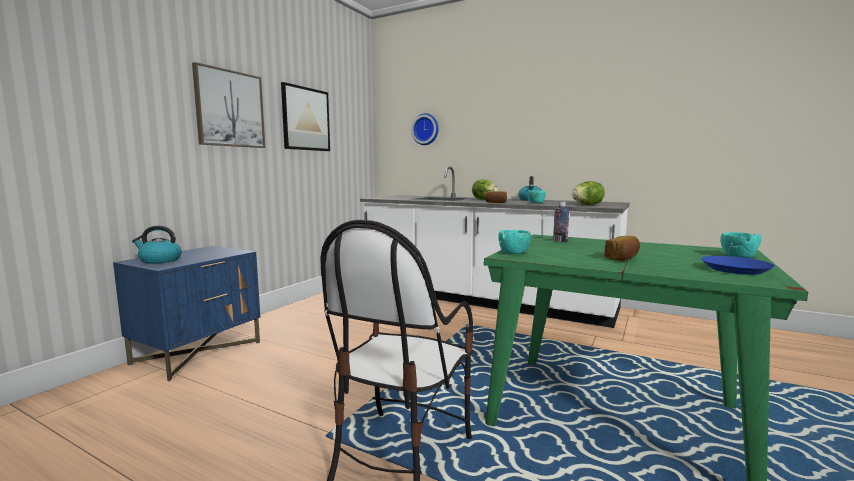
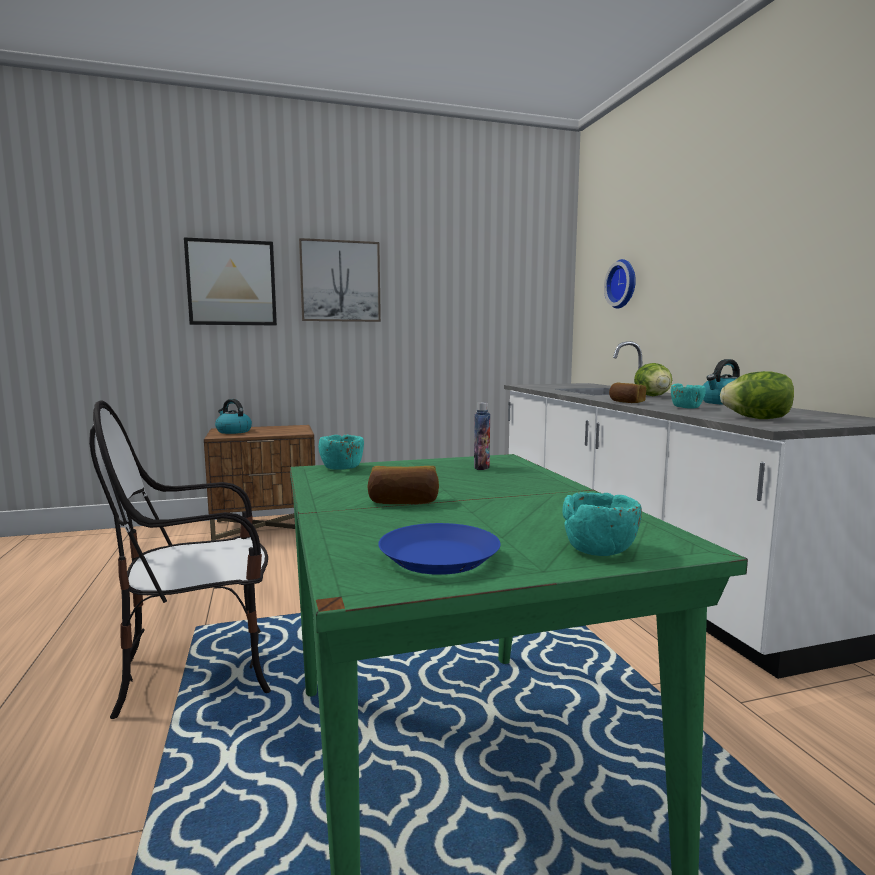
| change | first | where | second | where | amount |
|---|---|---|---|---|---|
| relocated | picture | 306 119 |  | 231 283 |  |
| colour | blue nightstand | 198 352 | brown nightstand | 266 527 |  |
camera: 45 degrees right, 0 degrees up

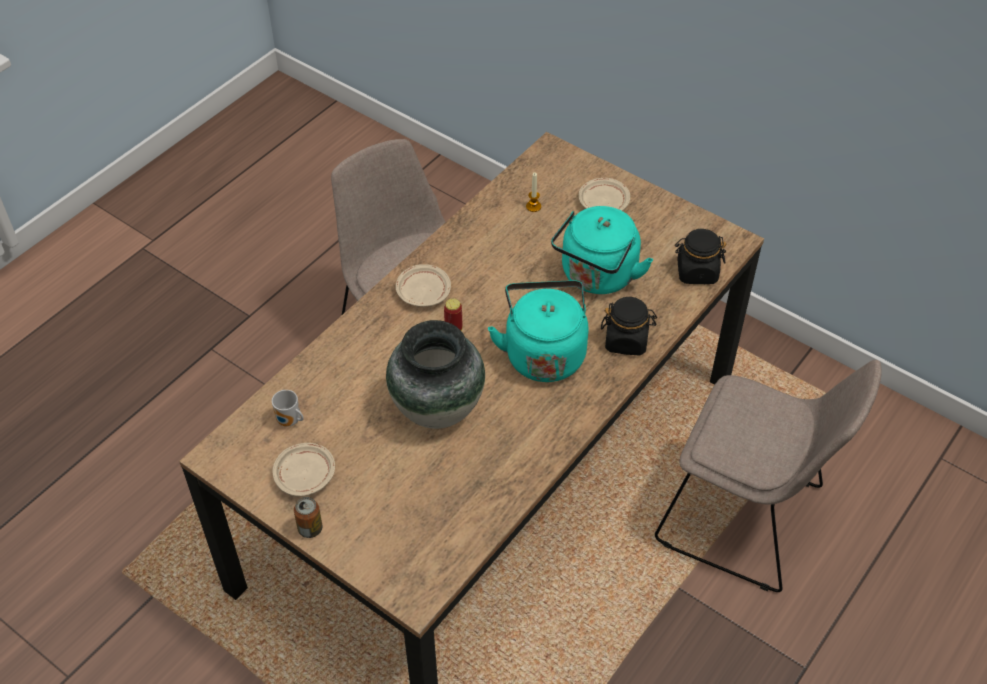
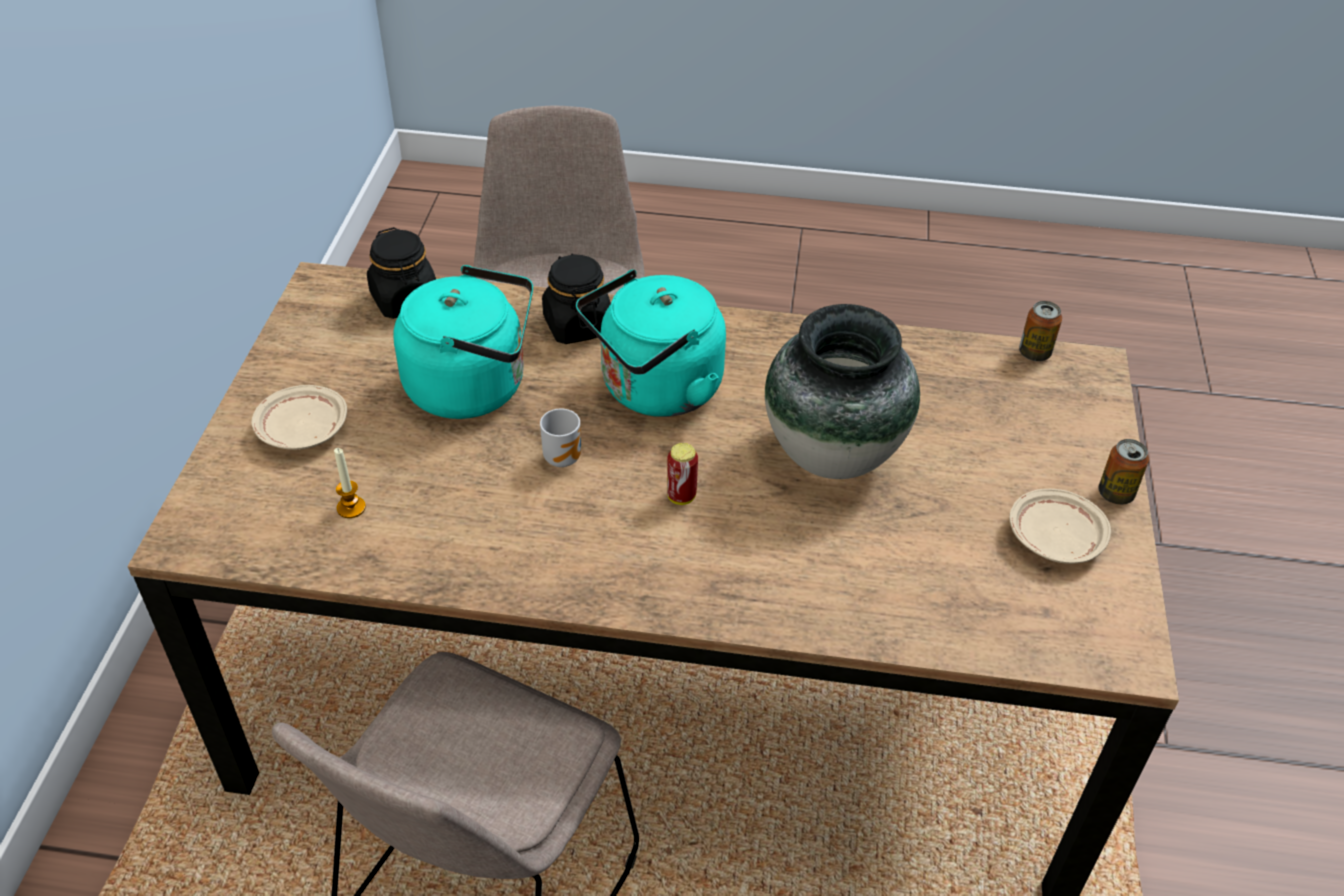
| change | first | where | second | where | amount |
|---|---|---|---|---|---|
| relocated | mug | 289 422 |  | 564 457 |  |
| appeared |  |  | can | 1034 353 |  |
| missing | beige plate | 423 292 |  |  |  |
camera: 120 degrees left, 5 degrees down

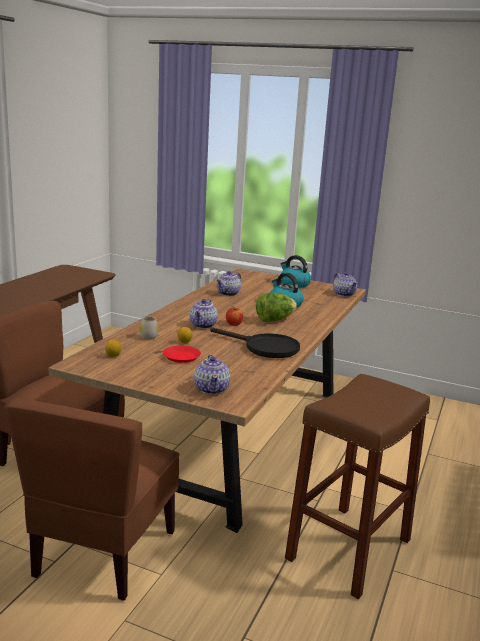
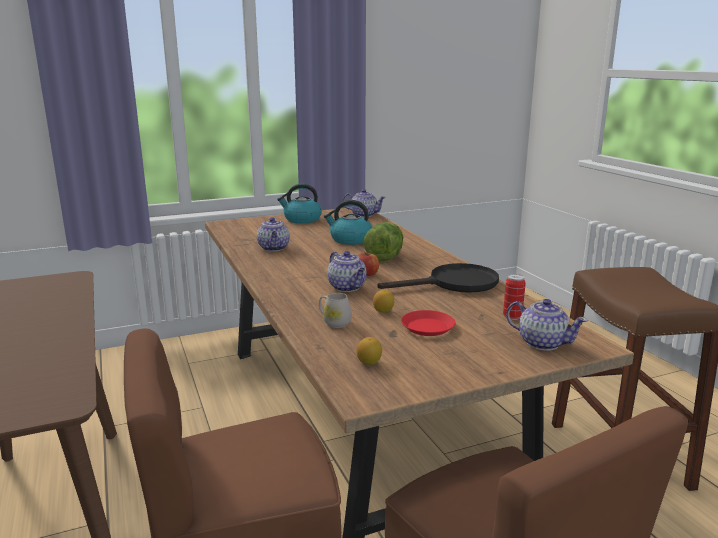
| change | first | where | second | where | amount |
|---|---|---|---|---|---|
| appeared |  |  | can | 512 317 |  |
camera: 45 degrees left, 0 degrees up

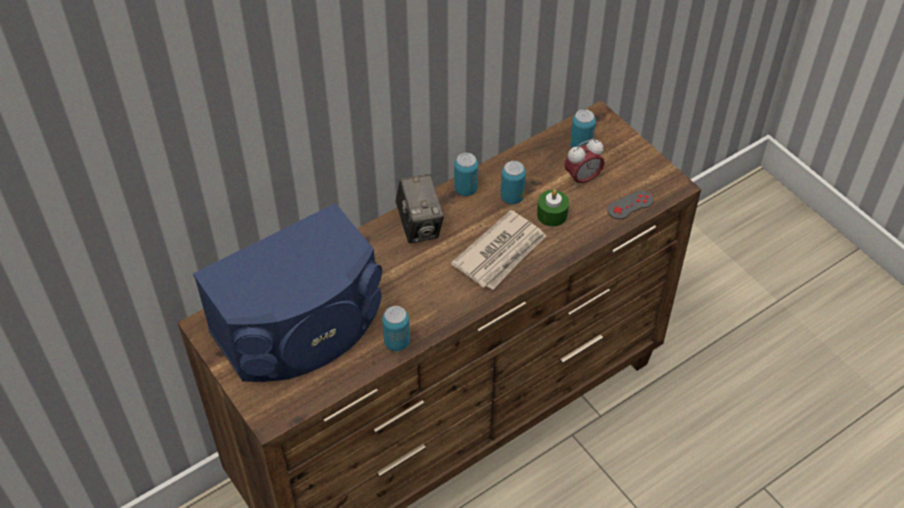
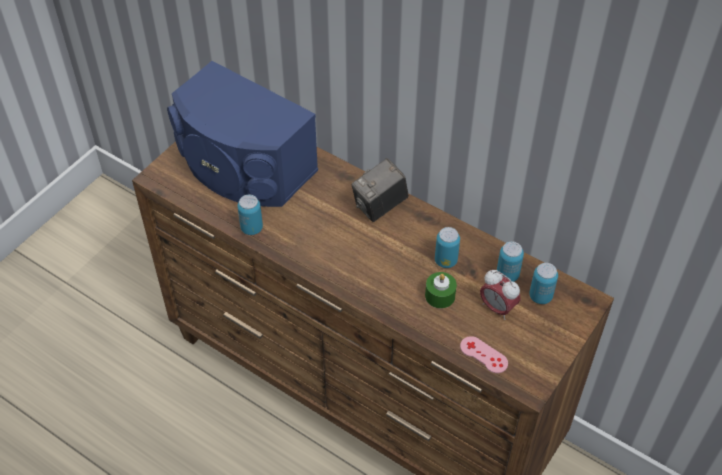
| change | first | where | second | where | amount |
|---|---|---|---|---|---|
| colour | grey game controller | 630 205 | pink game controller | 483 355 |  |
| relocated | can | 466 189 |  | 507 275 |  |
| missing | newspaper | 501 253 |  |  |  |
camera: 70 degrees right, 0 degrees up

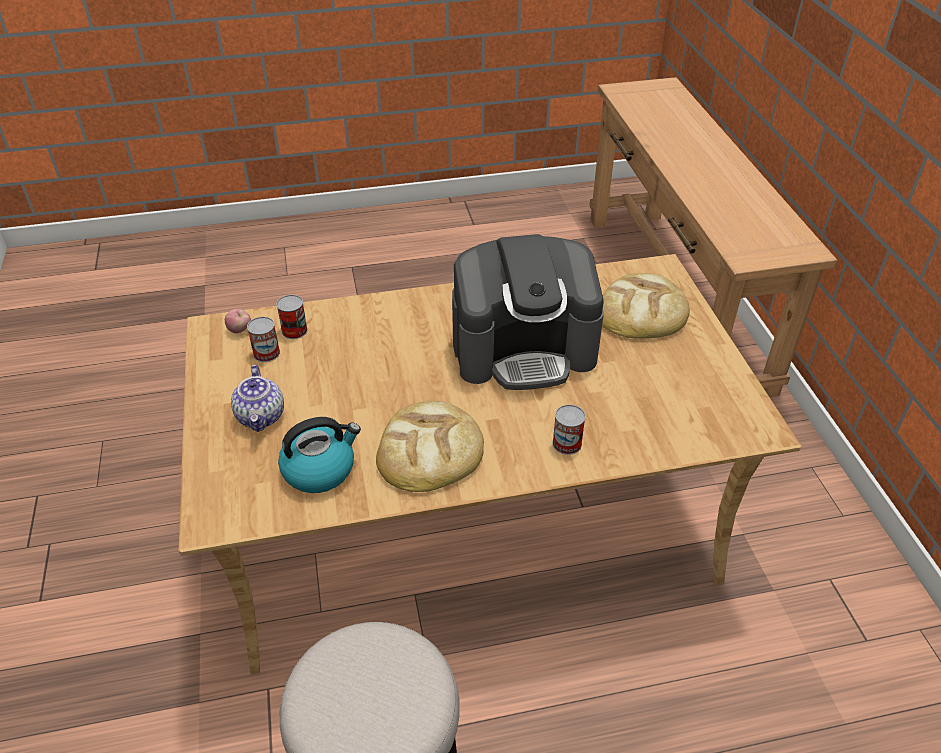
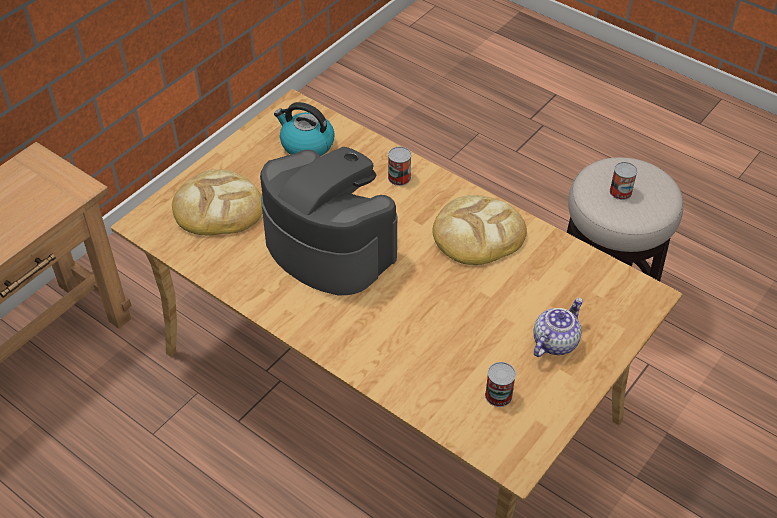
| change | first | where | second | where | amount |
|---|---|---|---|---|---|
| relocated | kettle | 320 469 |  | 306 145 |  |
| relocated | can | 294 330 |  | 620 192 |  |
| missing | apple | 240 330 |  |  |  |
camera: 130 degrees left, 5 degrees up

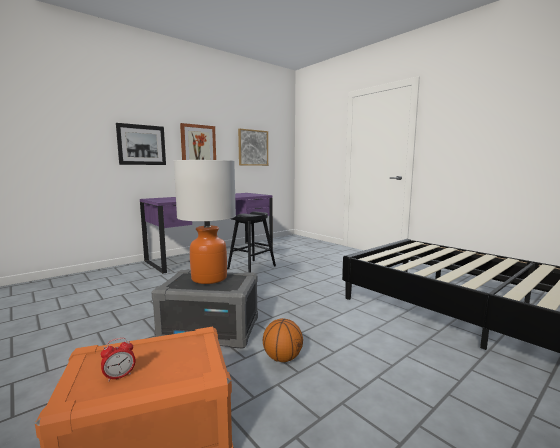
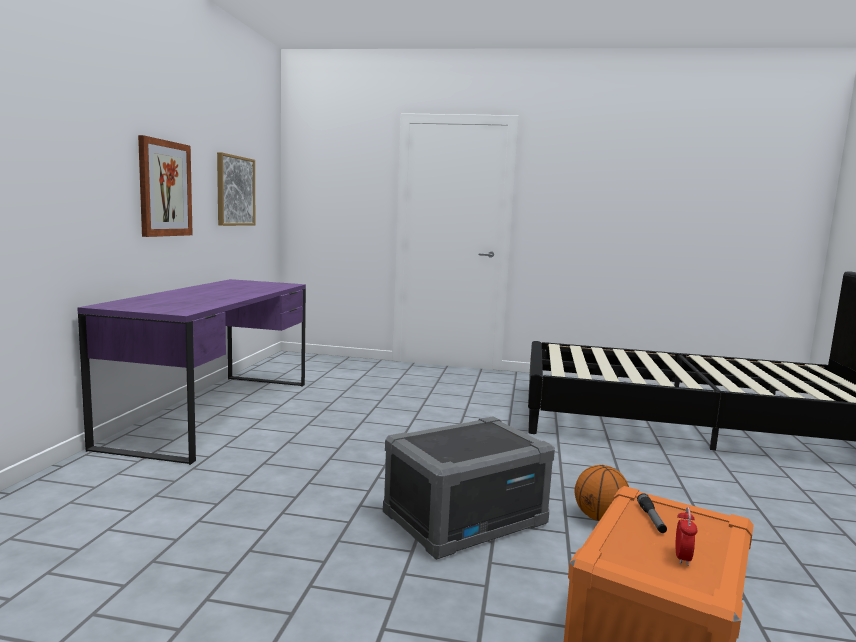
| change | first | where | second | where | amount |
|---|---|---|---|---|---|
| appeared |  |  | flashlight | 651 519 |  |
| missing | picture | 142 145 |  |  |  |
| missing | table lamp | 209 278 |  |  |  |
| missing | black stool | 251 267 |  |  |  |
camera: 40 degrees left, 0 degrees up

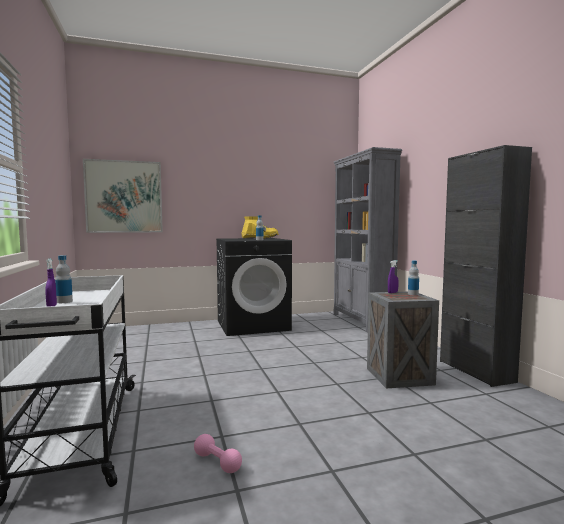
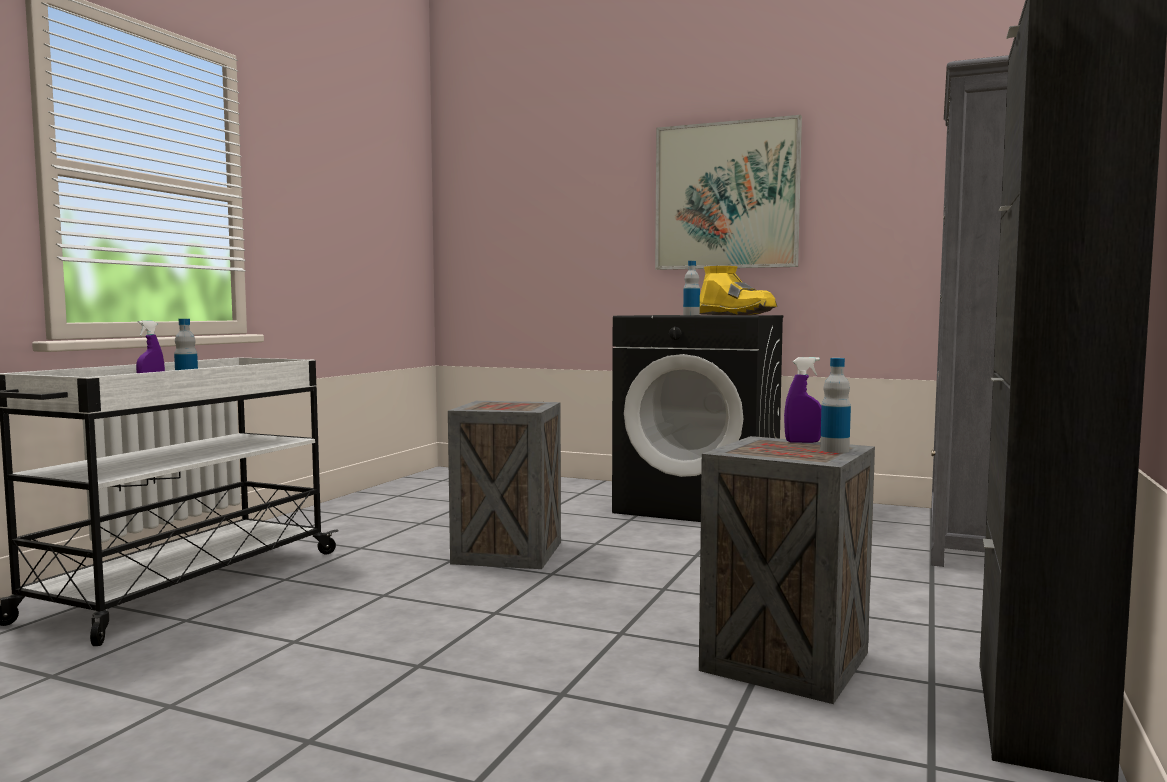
| change | first | where | second | where | amount |
|---|---|---|---|---|---|
| appeared |  |  | crate | 510 552 |  |
| relocated | picture | 124 197 |  | 726 196 |  |
| missing | pink dumbbell | 217 462 |  |  |  |
camera: 40 degrees right, 0 degrees up

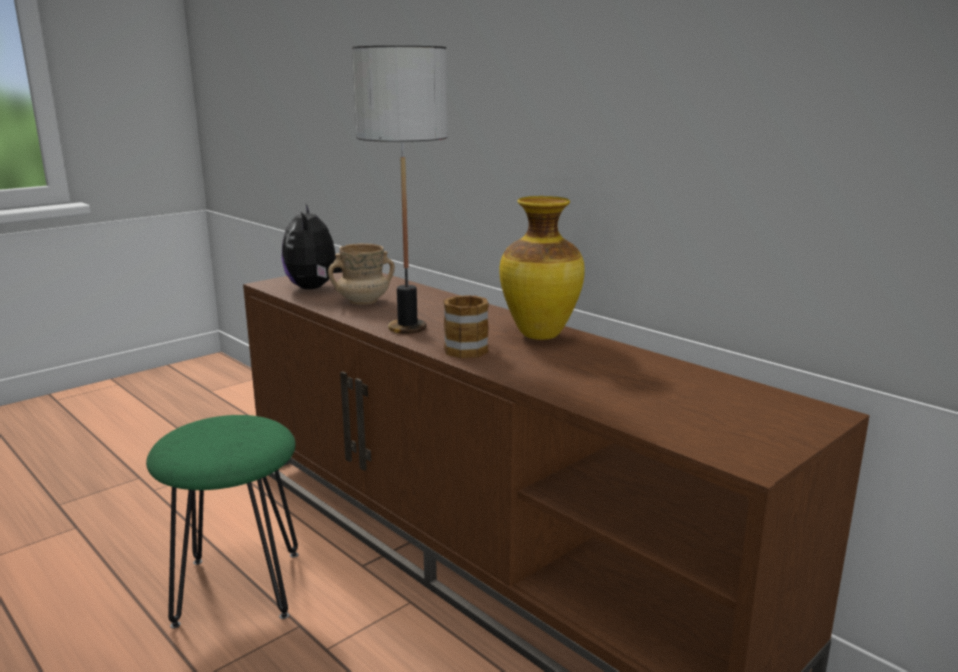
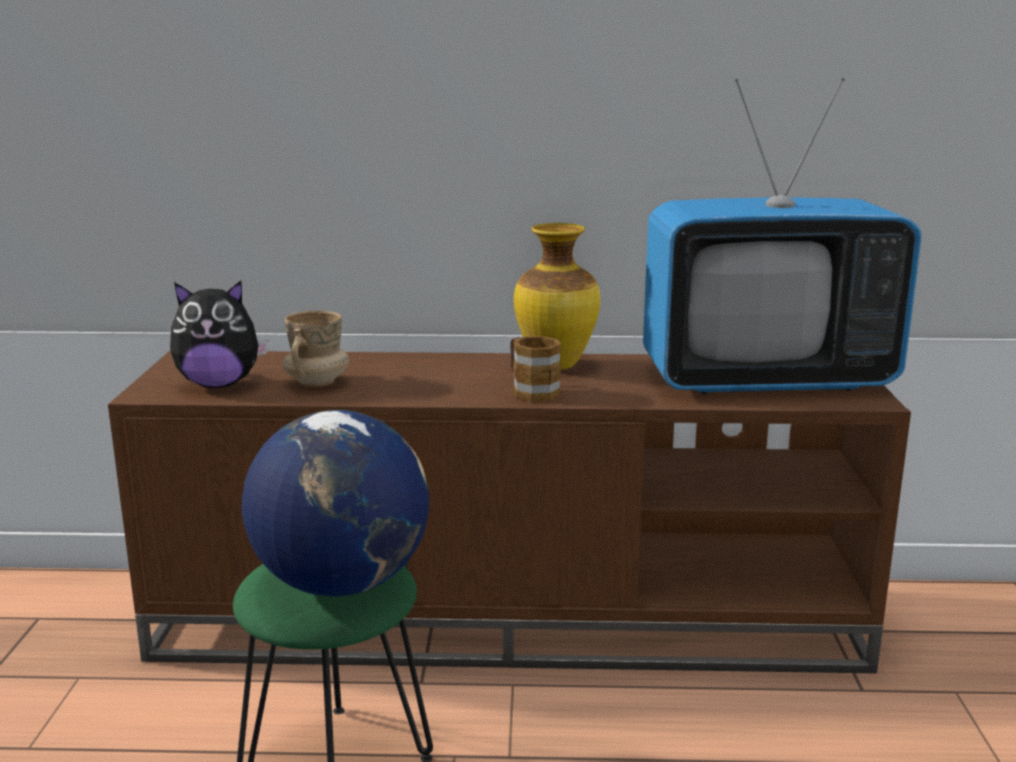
| change | first | where | second | where | amount |
|---|---|---|---|---|---|
| spun | plush toy | 315 288 |  | 219 384 | 45 degrees counterclockwise |
| appeared |  |  | globe | 341 583 |  |
| appeared |  |  | television | 765 380 |  |
| missing | table lamp | 408 328 |  |  |  |
camera: 45 degrees left, 0 degrees up

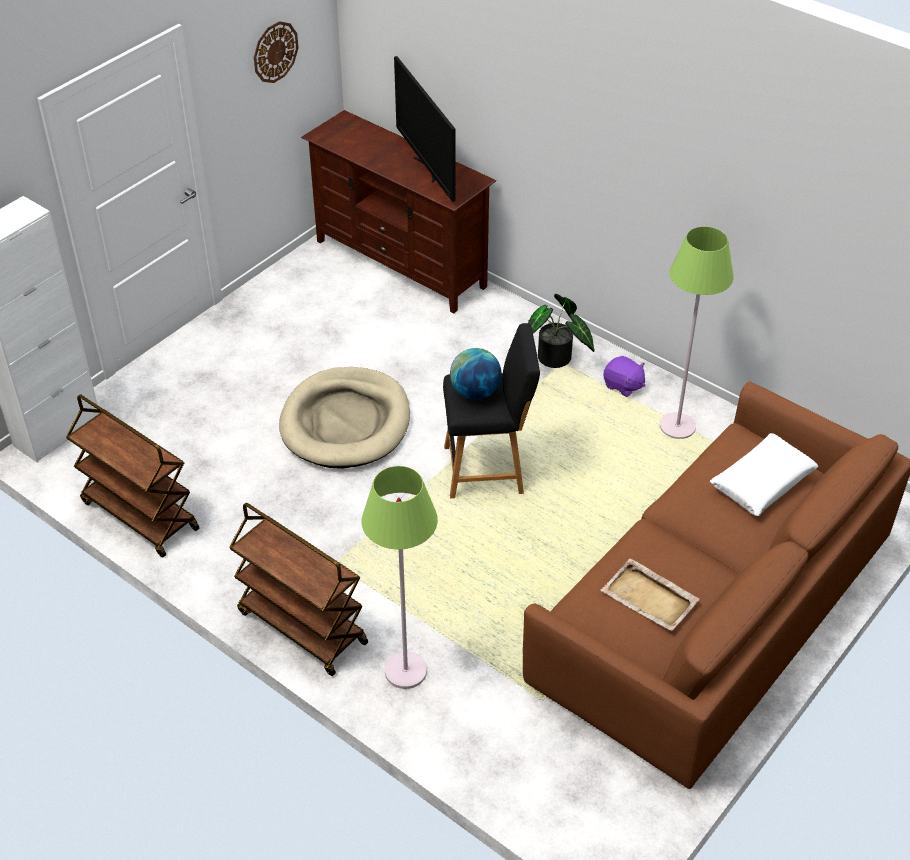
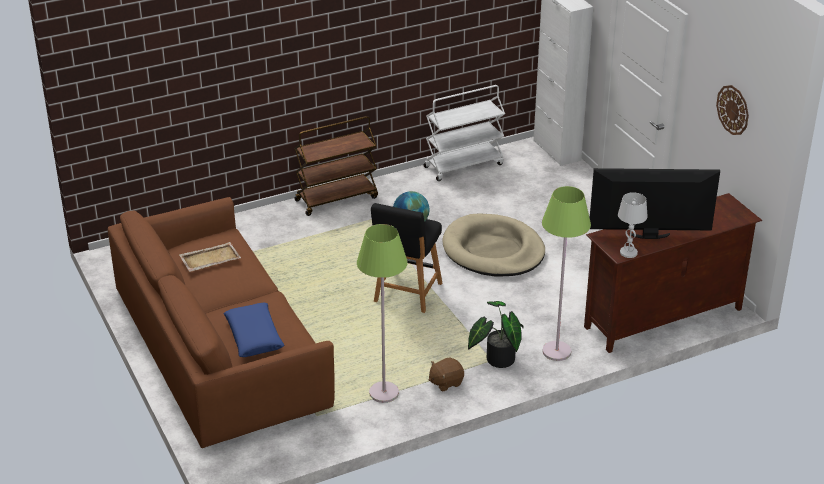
| change | first | where | second | where | amount |
|---|---|---|---|---|---|
| colour | white pillow | 762 482 | blue pillow | 254 336 |  |
| colour | brown cart | 139 515 | white cart | 464 165 |  |
| colour | purple plush toy | 623 386 | brown plush toy | 446 382 |  |
| relocated | green floor lamp | 405 671 |  | 556 351 |  |
| appeared |  |  | white table lamp | 628 252 |  |
camera: 115 degrees right, 10 degrees down

